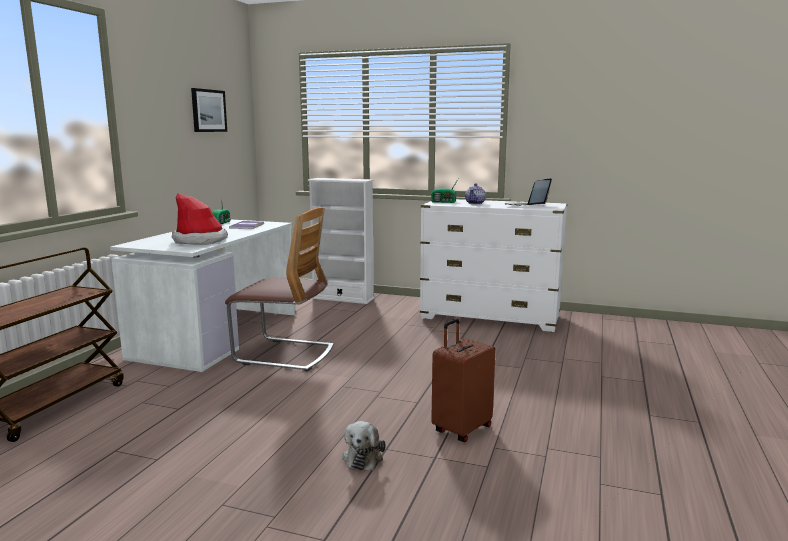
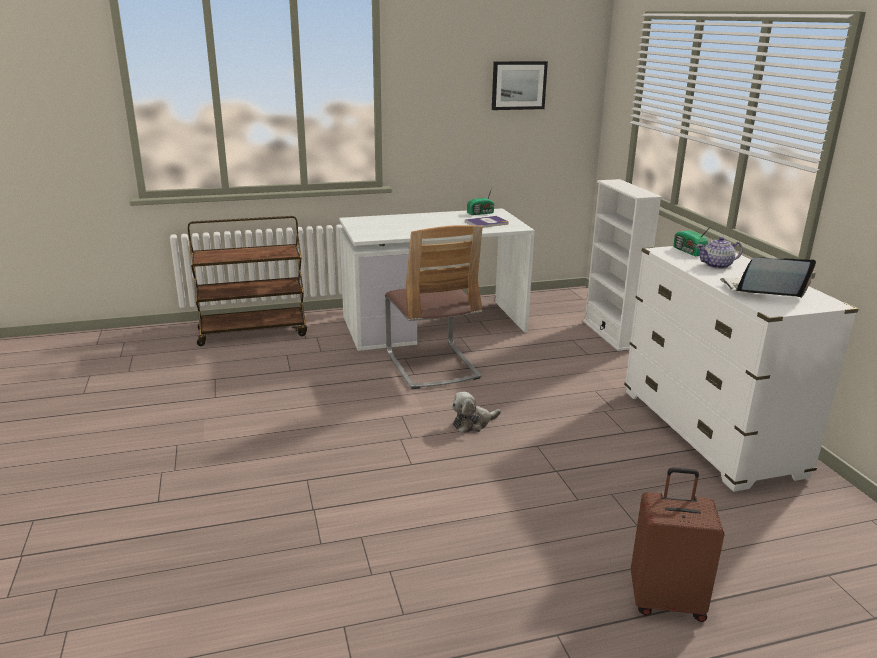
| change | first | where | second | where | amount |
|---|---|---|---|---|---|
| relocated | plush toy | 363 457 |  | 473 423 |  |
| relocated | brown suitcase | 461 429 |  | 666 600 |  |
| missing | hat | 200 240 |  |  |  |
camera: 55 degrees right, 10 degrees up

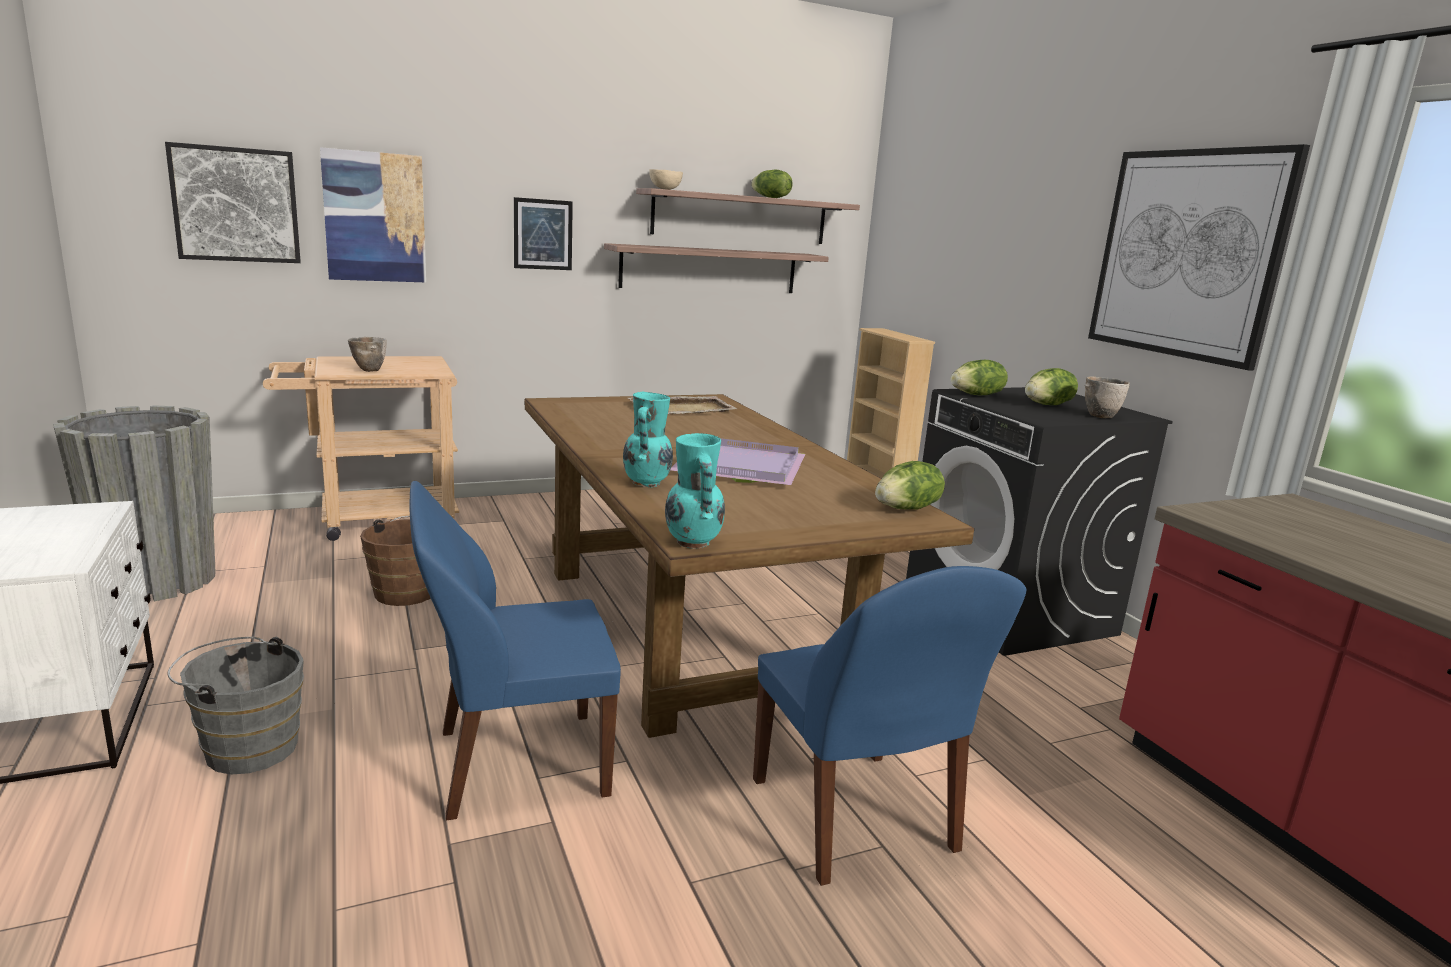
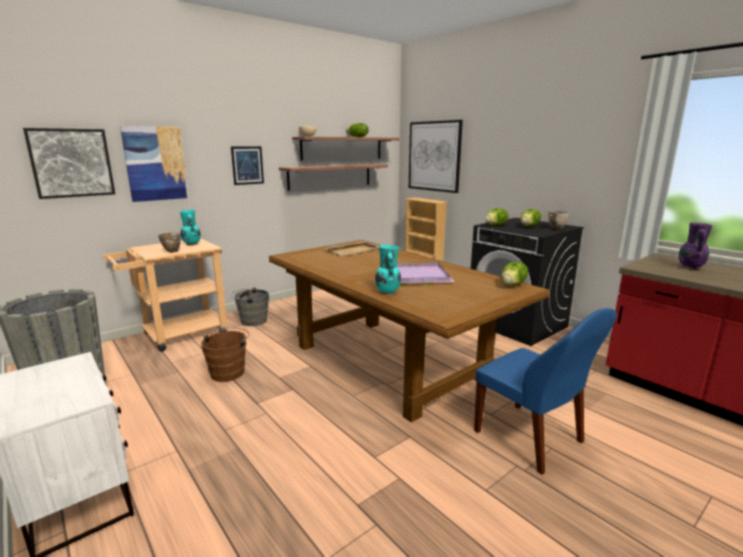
| change | first | where | second | where | amount |
|---|---|---|---|---|---|
| relocated | turquoise vase | 692 543 |  | 191 244 |  |
| relocated | grey bucket | 246 747 |  | 251 321 |  |
| relocated | picture | 1187 254 |  | 434 156 |  |
| appeared |  |  | purple vase | 690 267 |  |
| missing | blue chair | 516 763 |  |  |  |
camera: 15 degrees left, 0 degrees up

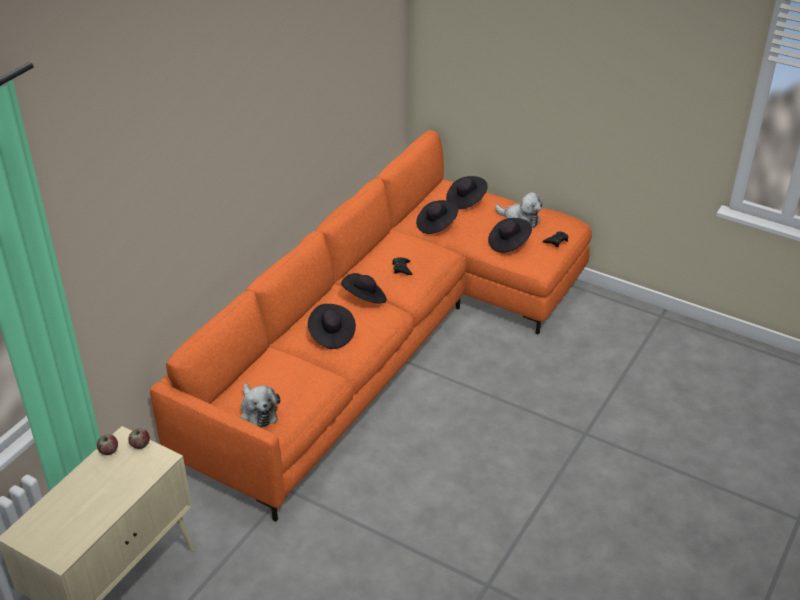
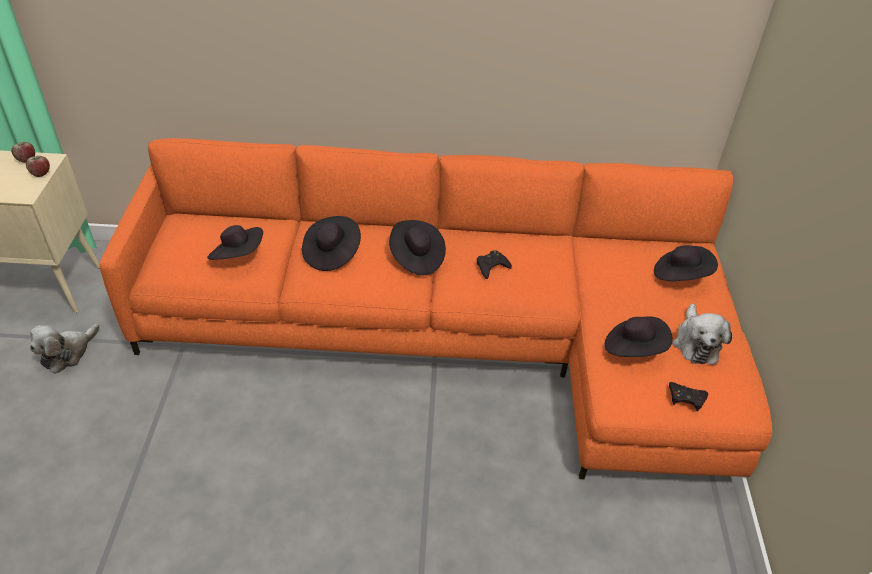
| change | first | where | second | where | amount |
|---|---|---|---|---|---|
| relocated | plush toy | 258 412 |  | 67 353 |  |
| relocated | black hat | 436 225 |  | 238 256 |  |
camera: 60 degrees right, 5 degrees up

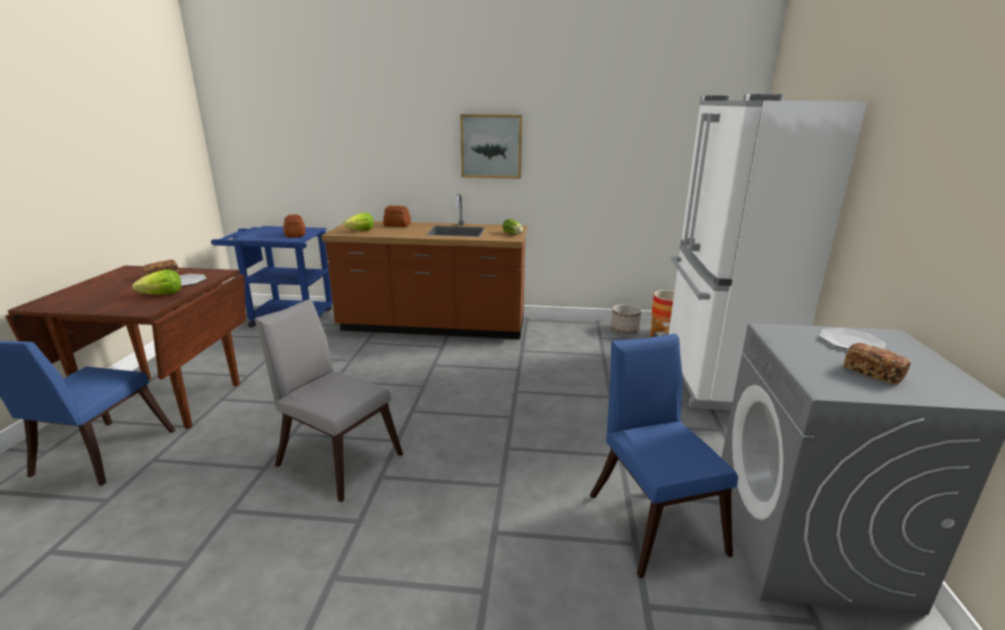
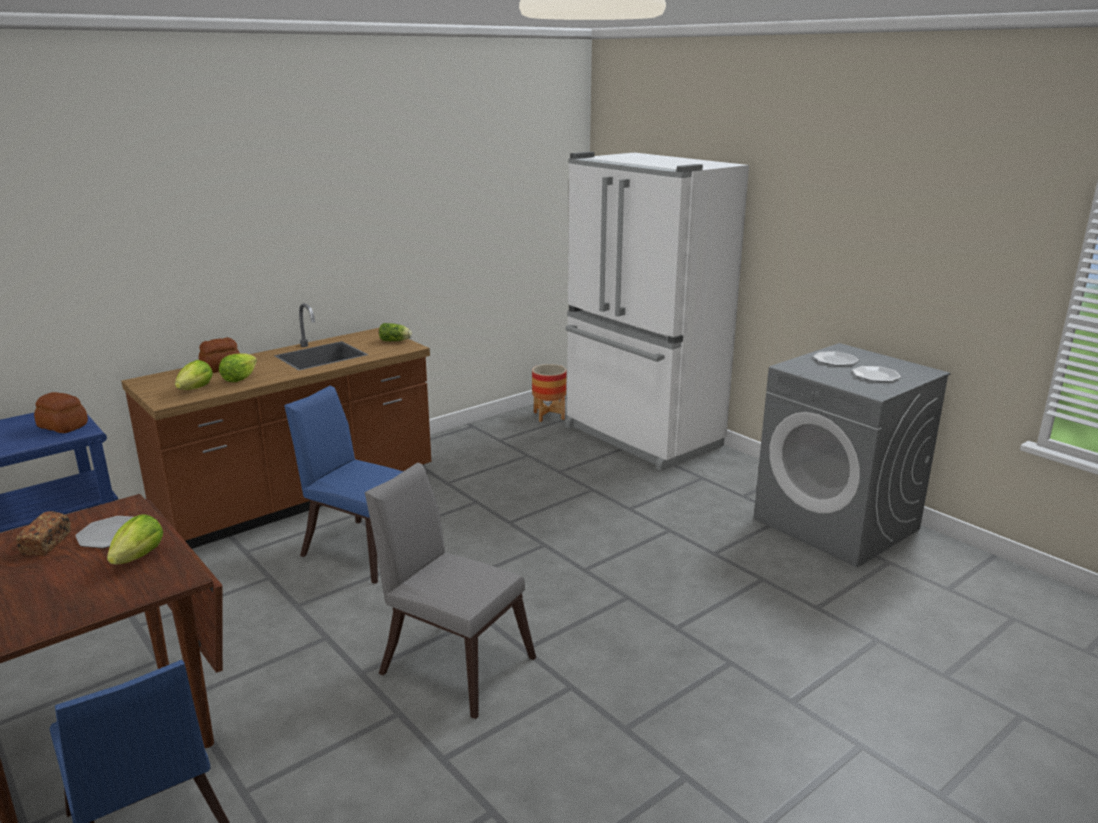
| change | first | where | second | where | amount |
|---|---|---|---|---|---|
| appeared |  |  | lettuce | 239 379 |  |
| relocated | blue chair | 653 517 |  | 360 547 |  |
| spun | grey chair | 336 457 |  | 451 661 | 45 degrees clockwise |
| exchanged | bread | 873 373 | plate | 875 375 |  |
| missing | picture | 491 146 |  |  |  |
| missing | planter | 624 330 |  |  |  |
camera: 45 degrees left, 0 degrees up

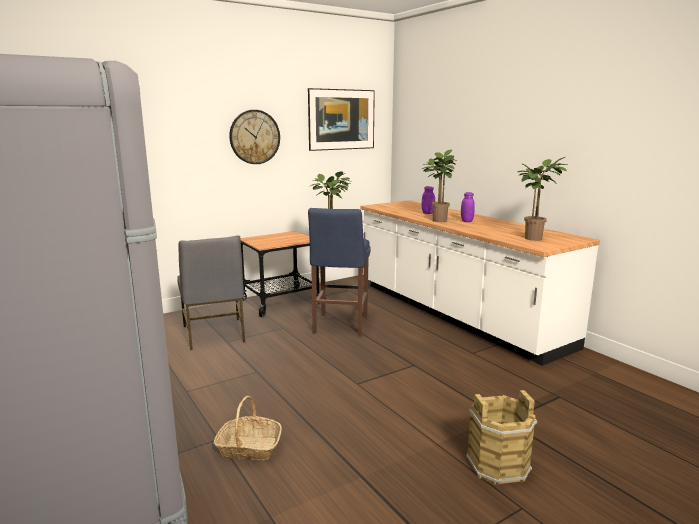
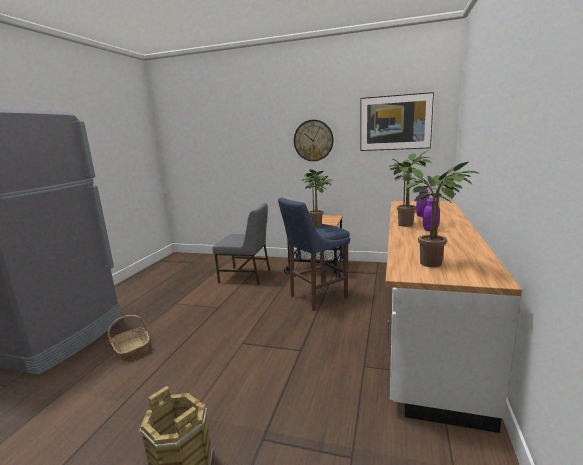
| change | first | where | second | where | amount |
|---|---|---|---|---|---|
| spun | grey chair | 214 334 |  | 246 276 | 105 degrees counterclockwise |
camera: 50 degrees right, 0 degrees up

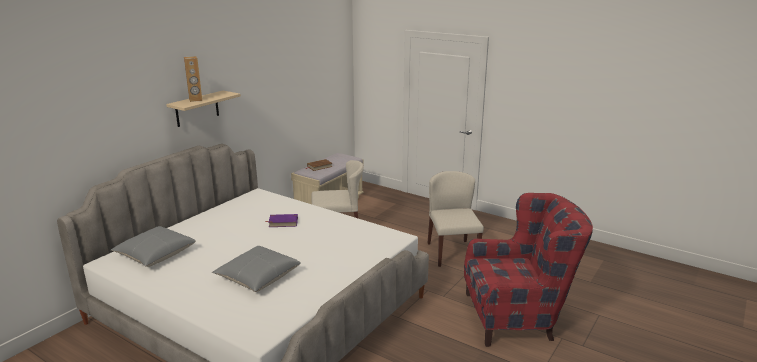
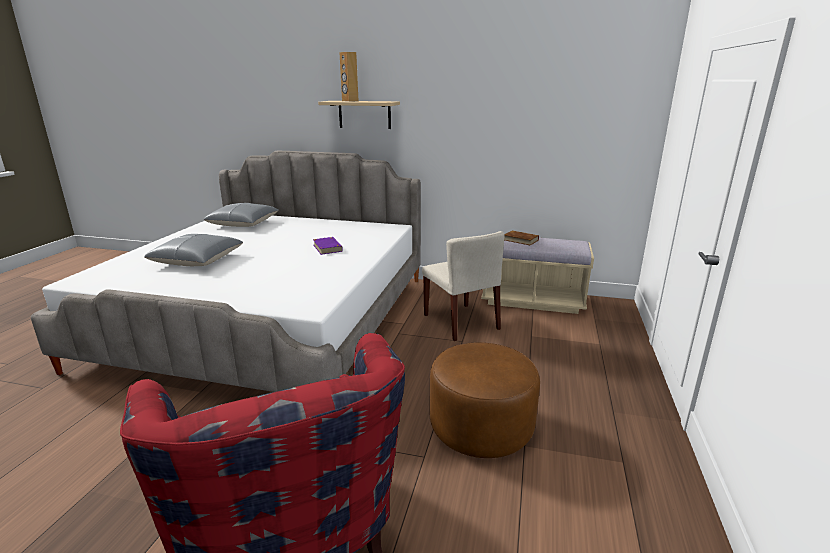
| change | first | where | second | where | amount |
|---|---|---|---|---|---|
| exchanged | beige chair | 452 253 | brown ottoman | 481 427 |  |
camera: 70 degrees right, 0 degrees up

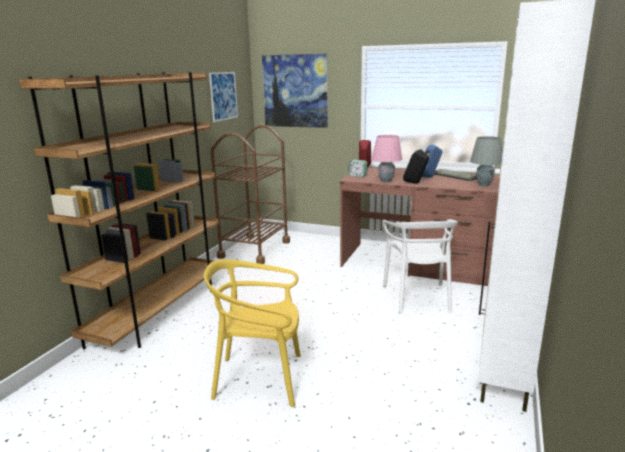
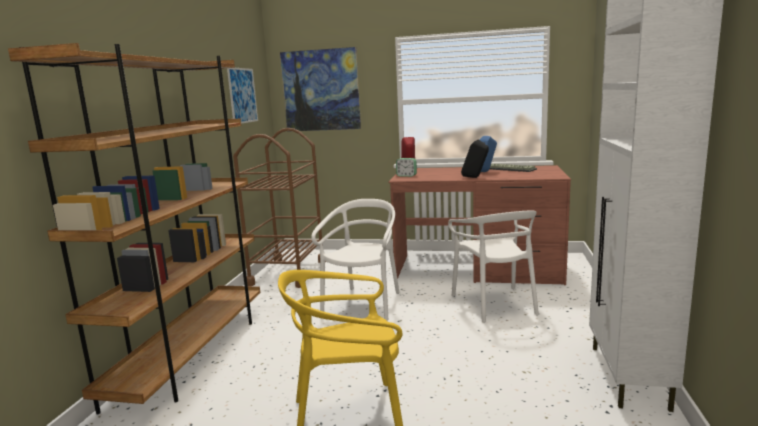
| change | first | where | second | where | amount |
|---|---|---|---|---|---|
| appeared |  |  | white chair | 364 304 |  |
| missing | pink table lamp | 386 181 |  |  |  |
| missing | grey table lamp | 484 184 |  |  |  |
camera: 10 degrees left, 5 degrees down

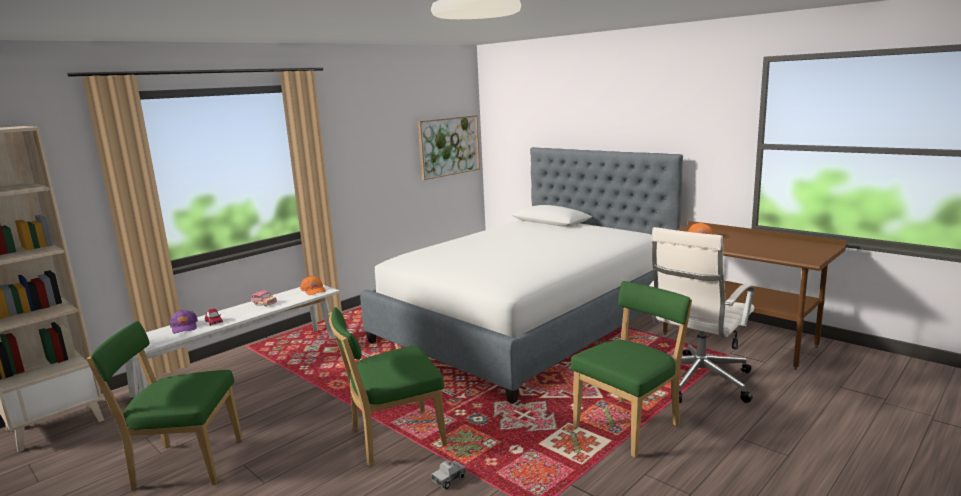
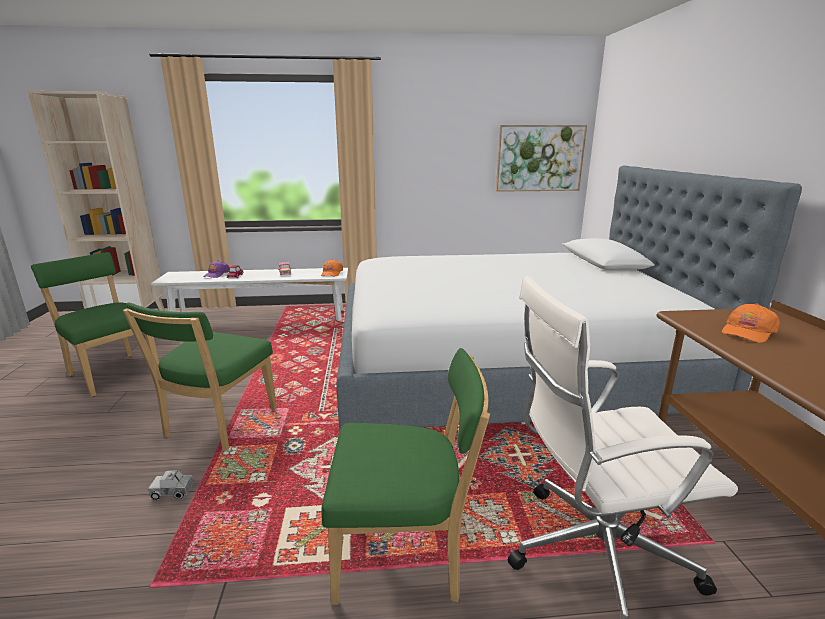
| change | first | where | second | where | amount |
|---|---|---|---|---|---|
| spun | green chair | 393 438 |  | 218 425 | 90 degrees counterclockwise |
camera: 40 degrees right, 5 degrees up

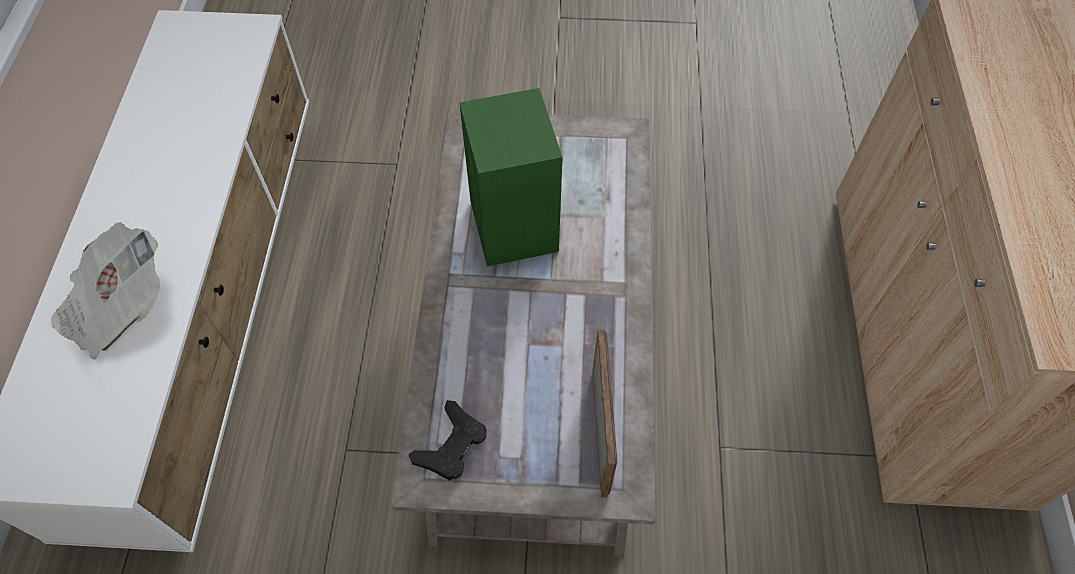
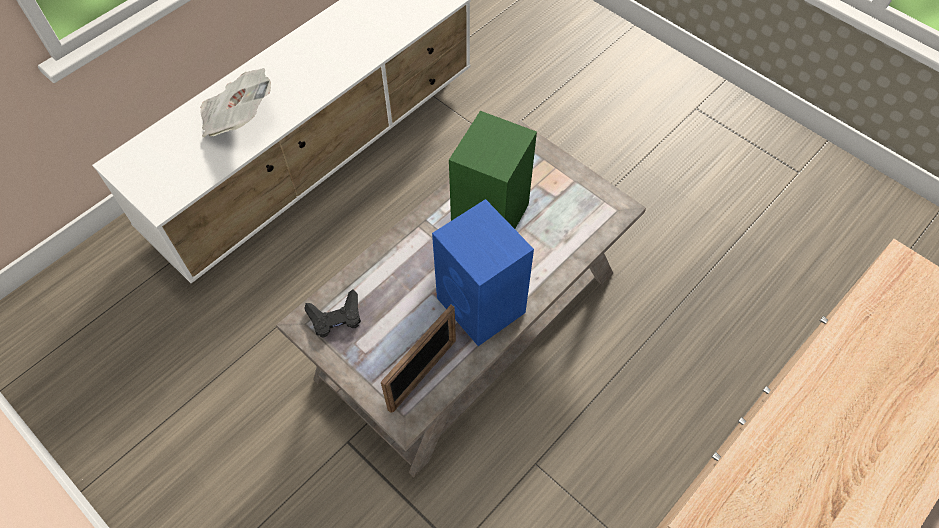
| change | first | where | second | where | amount |
|---|---|---|---|---|---|
| appeared |  |  | blue speaker | 482 307 |  |
camera: 40 degrees right, 0 degrees up

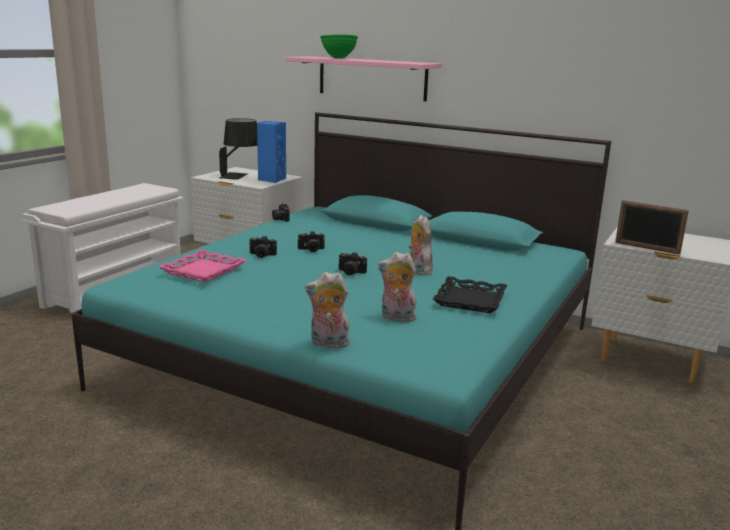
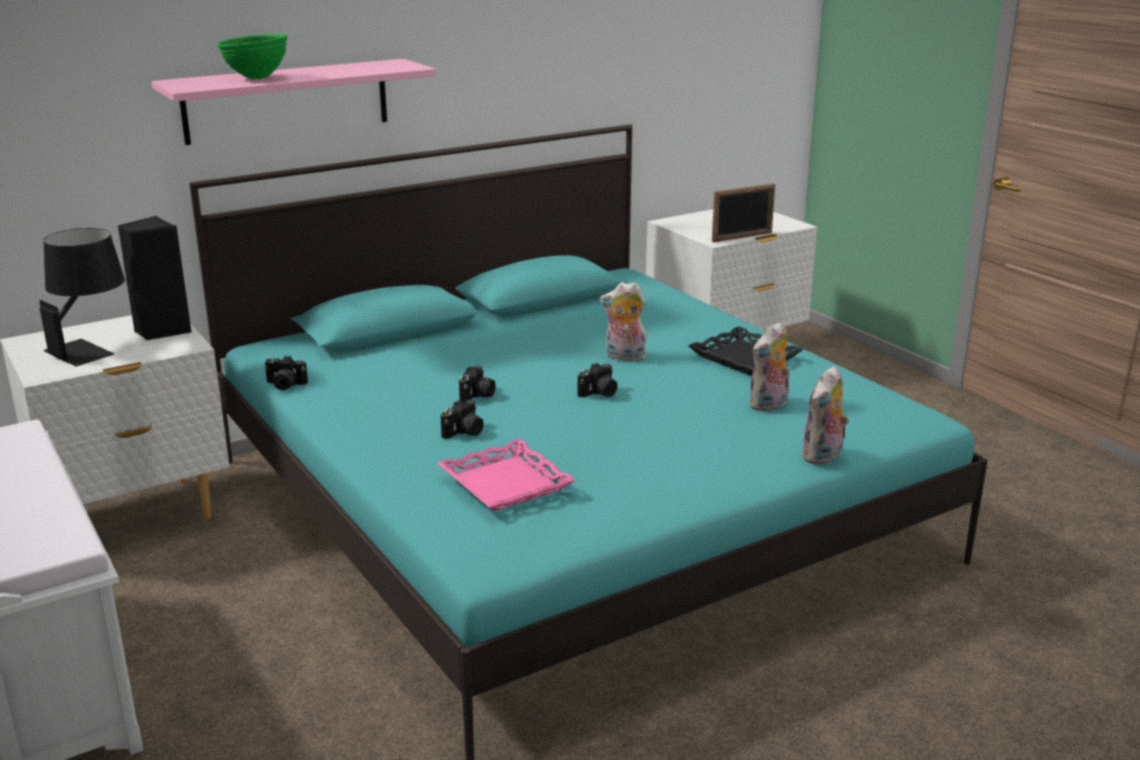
| change | first | where | second | where | amount |
|---|---|---|---|---|---|
| colour | blue speaker | 271 179 | black speaker | 161 331 |  |
camera: 60 degrees left, 5 degrees up

